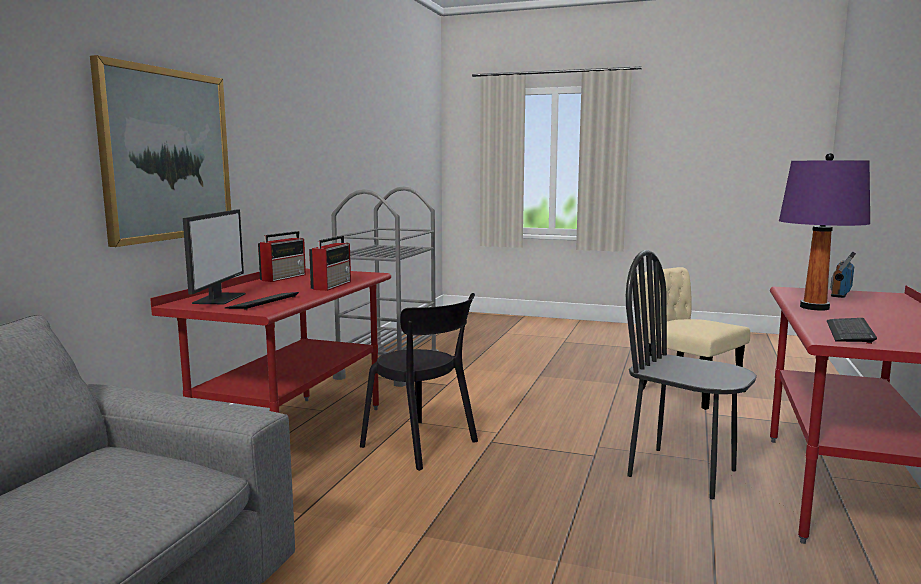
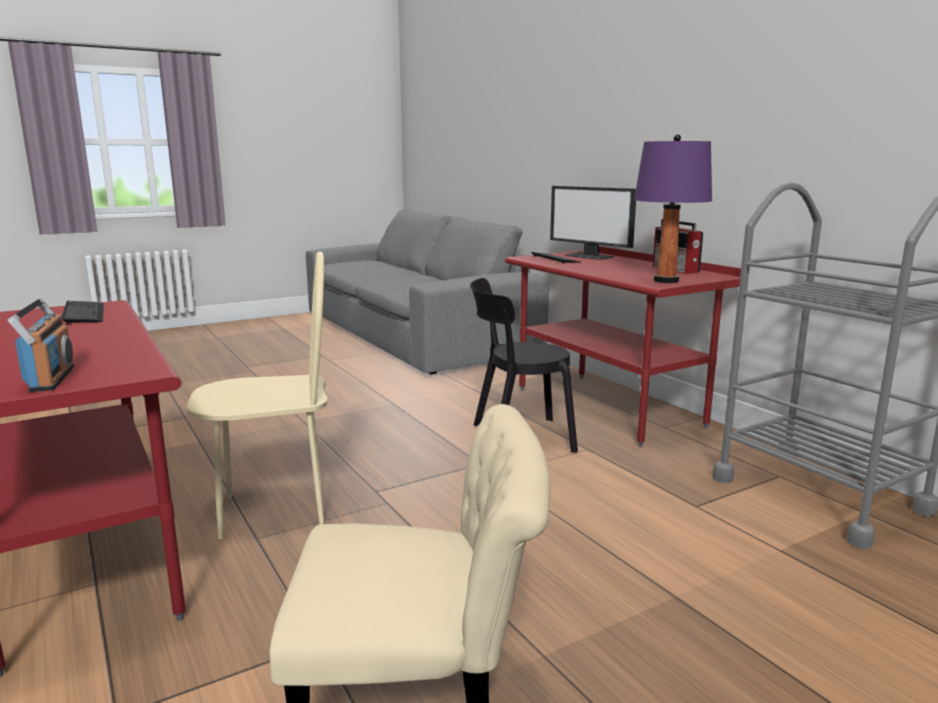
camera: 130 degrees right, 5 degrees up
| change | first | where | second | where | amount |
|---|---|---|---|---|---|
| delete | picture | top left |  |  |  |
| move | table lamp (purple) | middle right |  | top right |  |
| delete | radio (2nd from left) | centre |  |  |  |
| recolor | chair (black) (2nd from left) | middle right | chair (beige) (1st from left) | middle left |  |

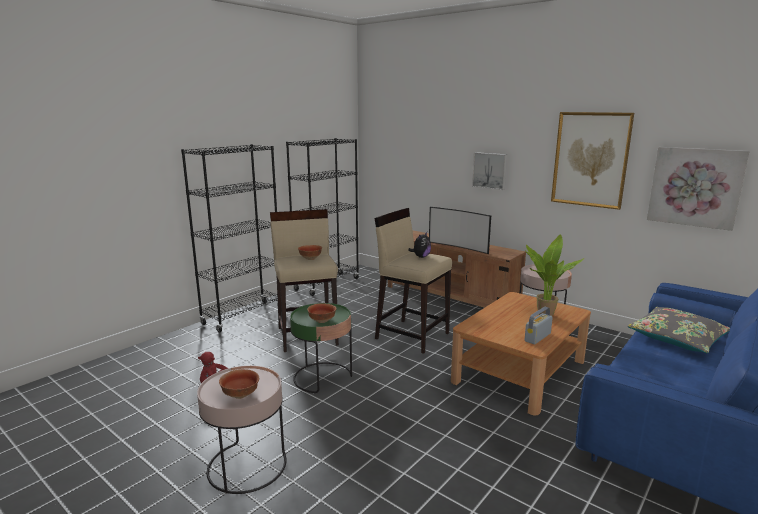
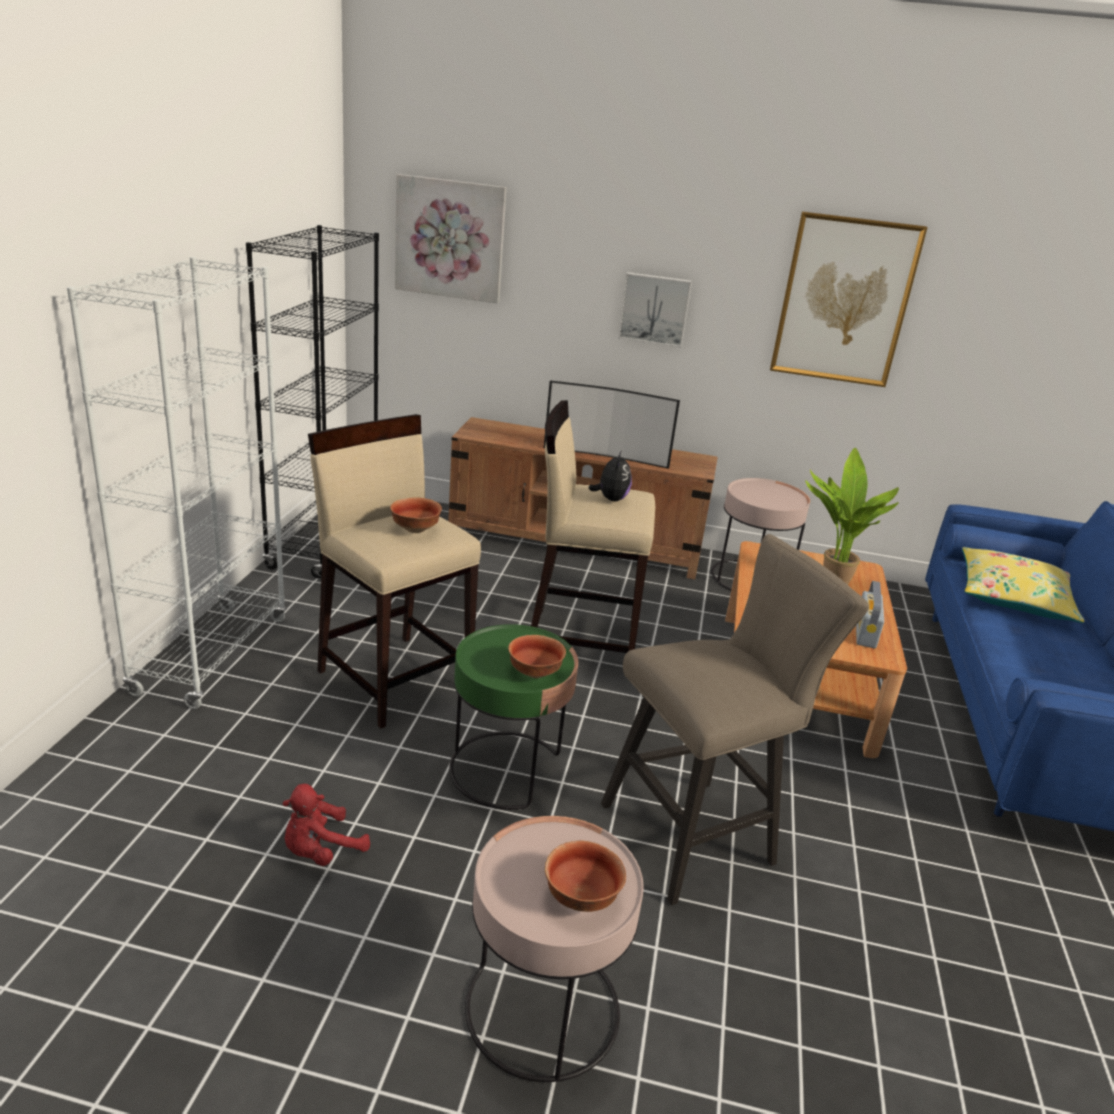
camera: 30 degrees left, 10 degrees up
| change | first | where | second | where | amount |
|---|---|---|---|---|---|
| recolor | bookcase (black) (1st from left) | middle left | bookcase (white) | middle left |  |
| move | picture (3rd from left in the first image) | middle right | picture (1st from left) | top centre |  |
| recolor | pillow (grey) | middle right | pillow (yellow) | middle right |  |
| insert |  |  | stool (beige) (3rd from left) | centre |  |

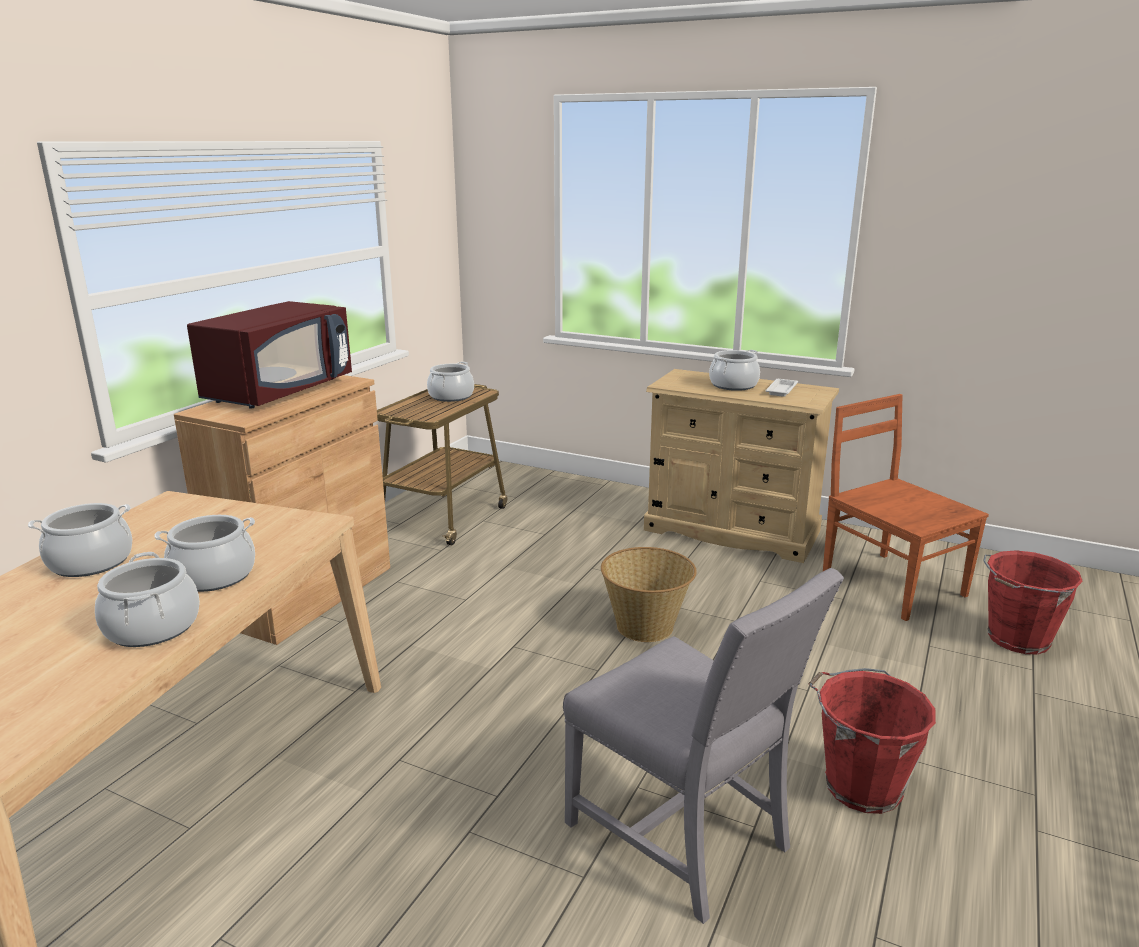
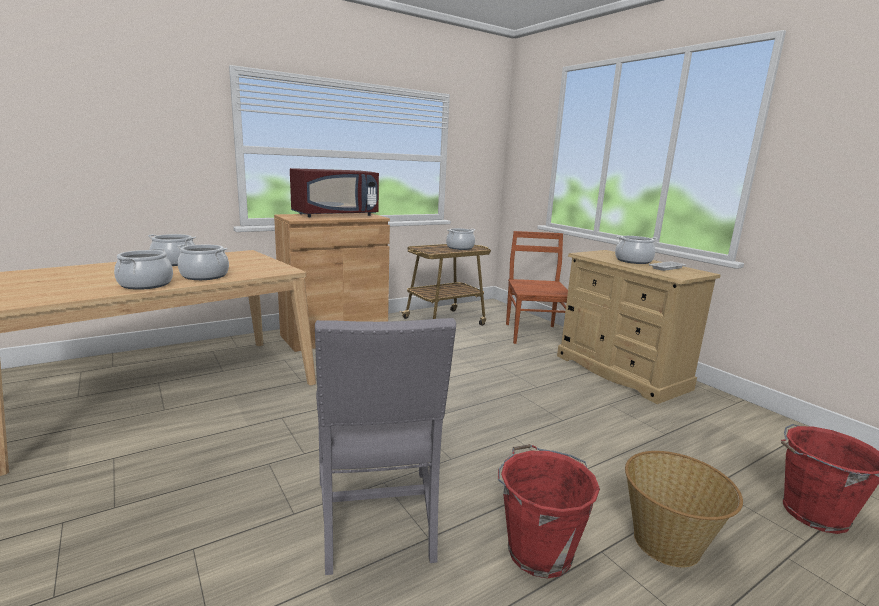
camera: 30 degrees right, 5 degrees down
| change | first | where | second | where | amount |
|---|---|---|---|---|---|
| move | chair (brown) | middle right |  | centre |  |
| move | basket | centre |  | bottom right |  |

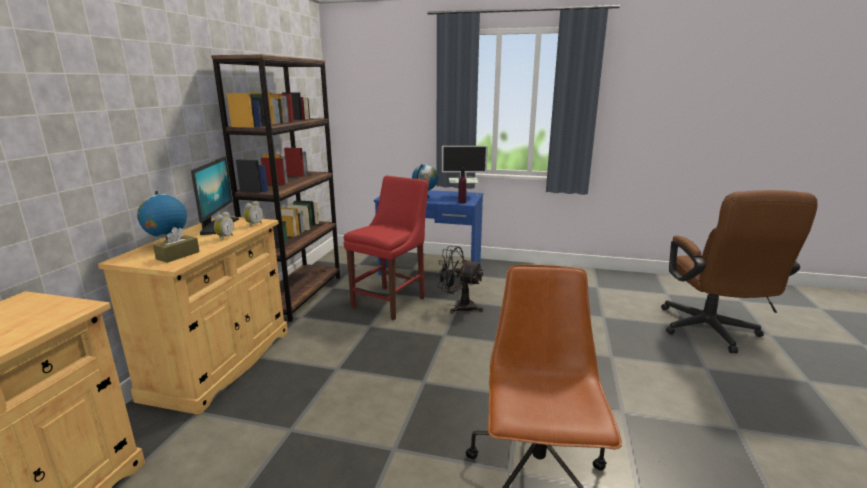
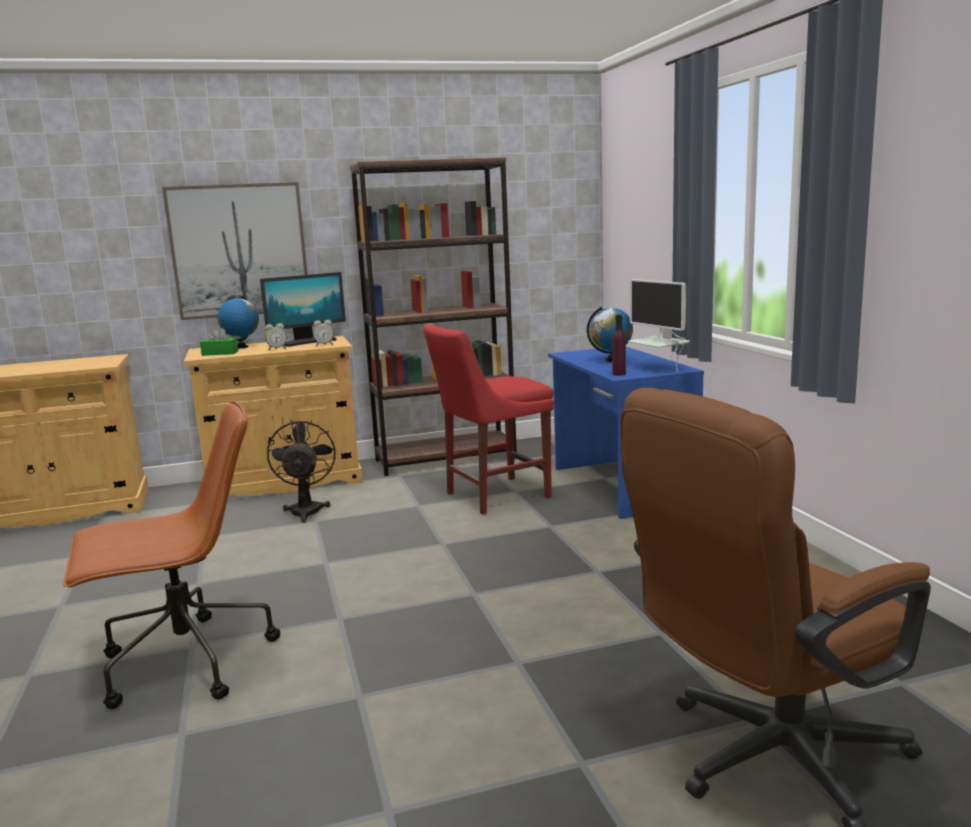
camera: 60 degrees right, 5 degrees down
| change | first | where | second | where | amount |
|---|---|---|---|---|---|
| rotate | chair (red) | centre |  | centre | 150 degrees clockwise |
| recolor | tissue box (brown) | middle left | tissue box (green) | middle left |  |
| move | fan (black) | centre |  | middle left |  |
| insert |  |  | picture | top left |  |

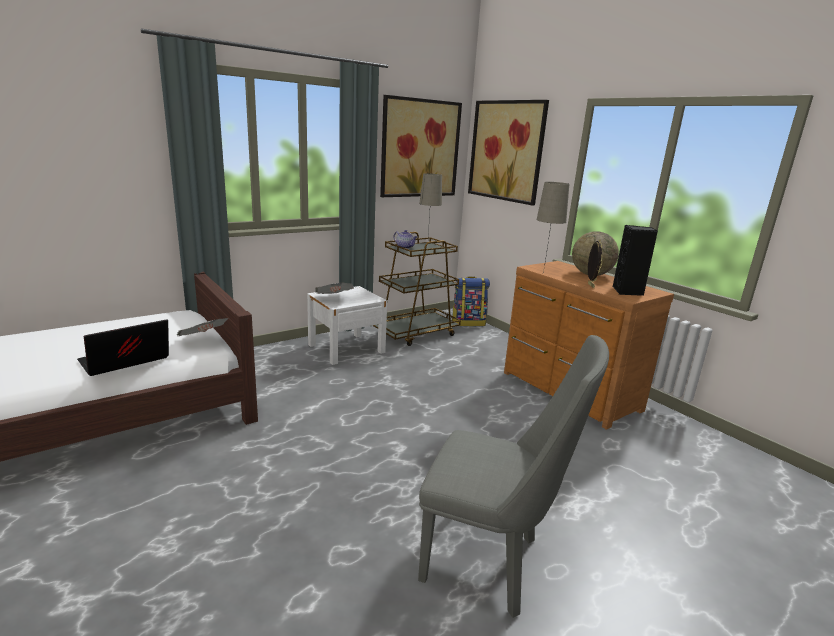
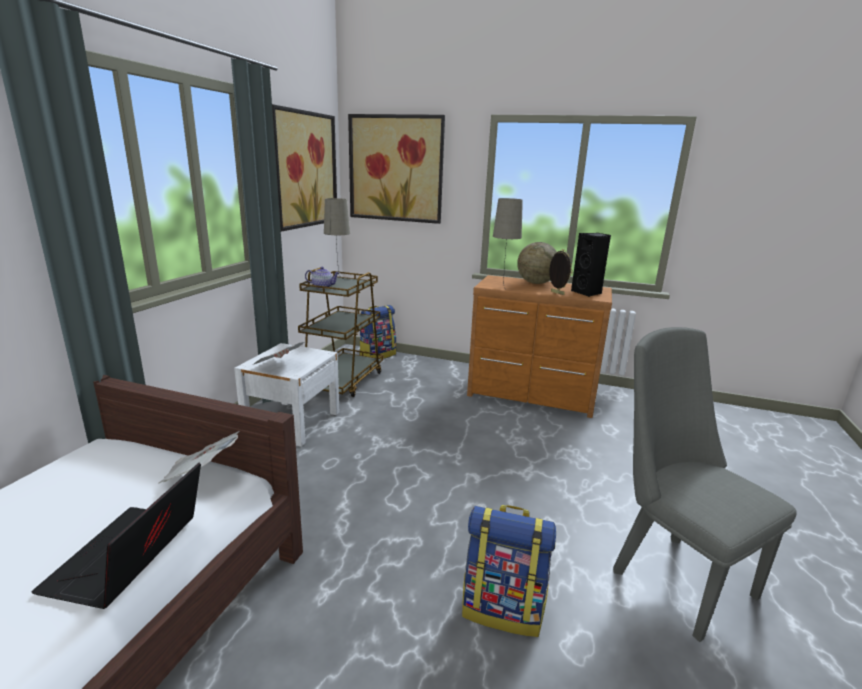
camera: 35 degrees left, 0 degrees up
| change | first | where | second | where | amount |
|---|---|---|---|---|---|
| rotate | chair (grey) | bottom centre |  | bottom right | 105 degrees counterclockwise |
| insert |  |  | backpack (2nd from left) | bottom centre |  |

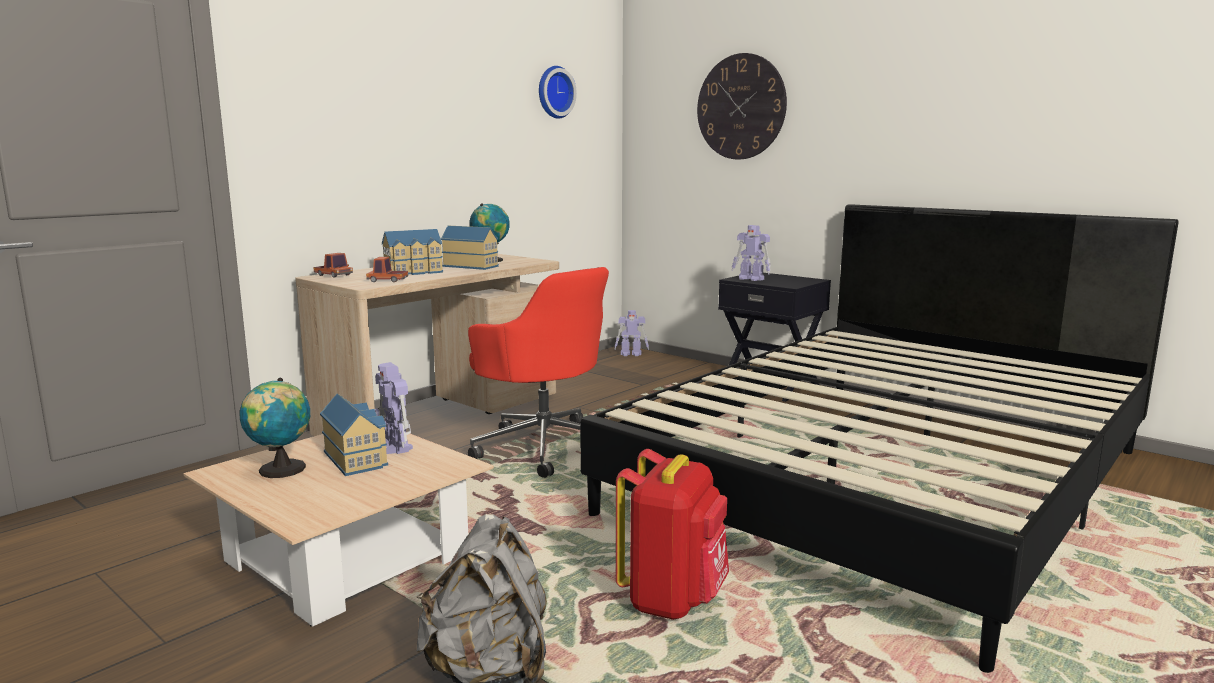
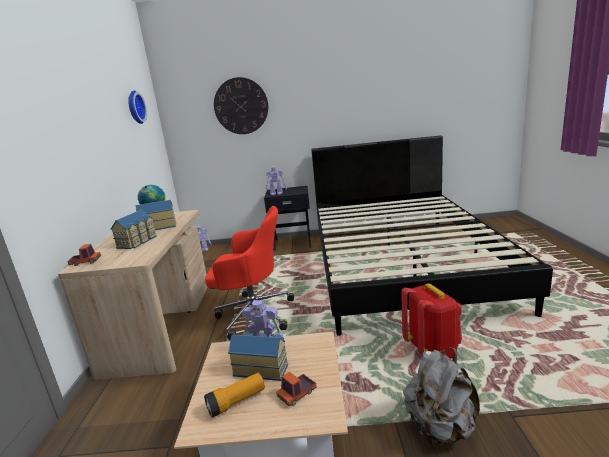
camera: 40 degrees left, 5 degrees up
| change | first | where | second | where | amount |
|---|---|---|---|---|---|
| move | toy truck (2nd from left) | middle left |  | bottom centre |  |
| replace | globe (1st from left) | middle left | flashlight | bottom centre |  |

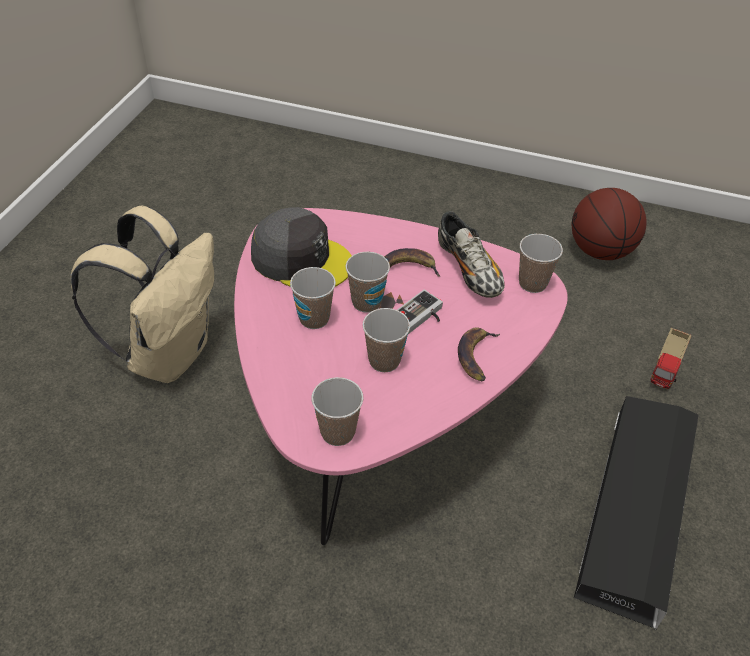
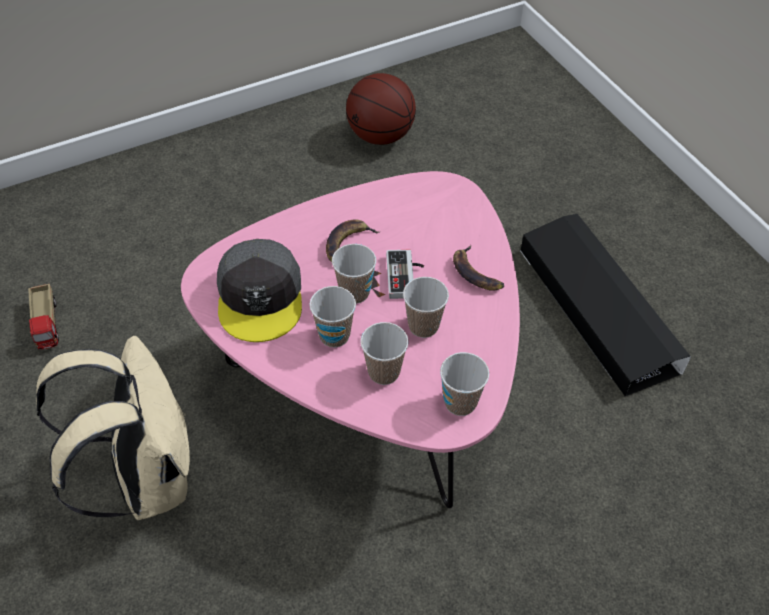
camera: 45 degrees left, 5 degrees up
| change | first | where | second | where | amount |
|---|---|---|---|---|---|
| rotate | cap (grey) | centre |  | centre | 105 degrees clockwise |
| delete | shoe | centre |  |  |  |
| move | cup (5th from left in the first image) | middle right | cup (3rd from left) | centre |  |
| move | toy truck | middle right |  | middle left |  |

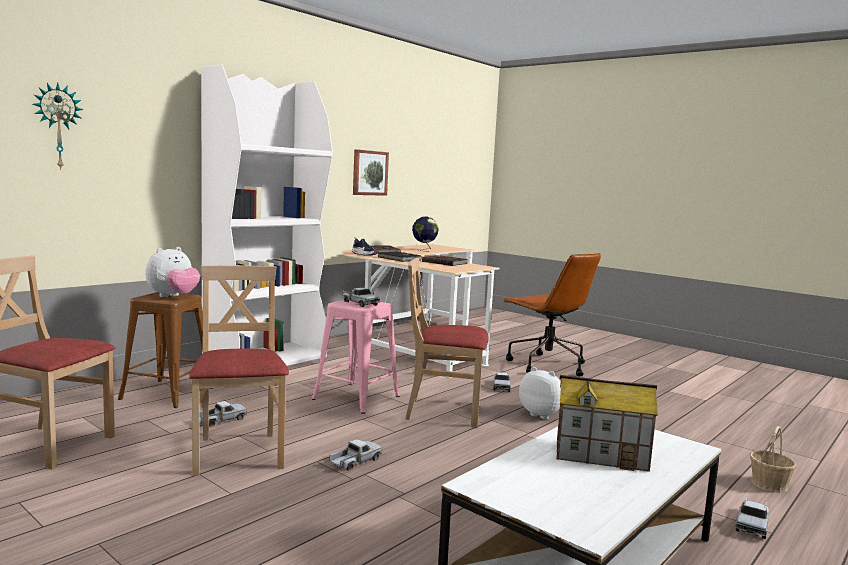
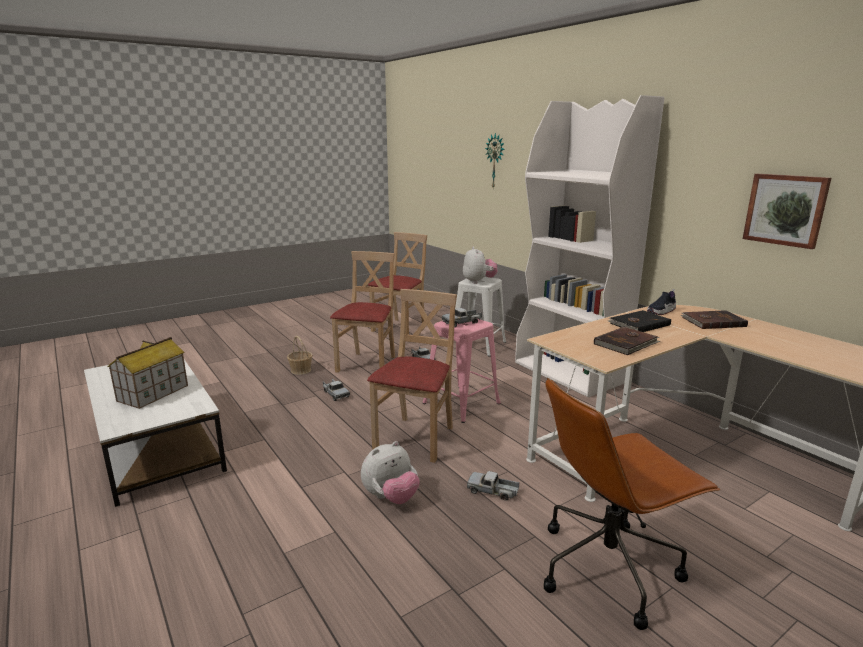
camera: 105 degrees right, 10 degrees up
| change | first | where | second | where | amount |
|---|---|---|---|---|---|
| delete | globe | centre |  |  |  |
| rotate | plush toy (1st from left in the first image) | middle left | plush toy (2nd from left) | centre | 150 degrees counterclockwise |
| rotate | chair (beige) (2nd from left in the first image) | middle left | chair (beige) (1st from left) | centre | 75 degrees counterclockwise |
| recolor | stool (brown) | middle left | stool (white) | centre |  |
| move | basket | bottom right |  | centre |  |
| delete | toy truck (5th from left) | bottom right |  |  |  |

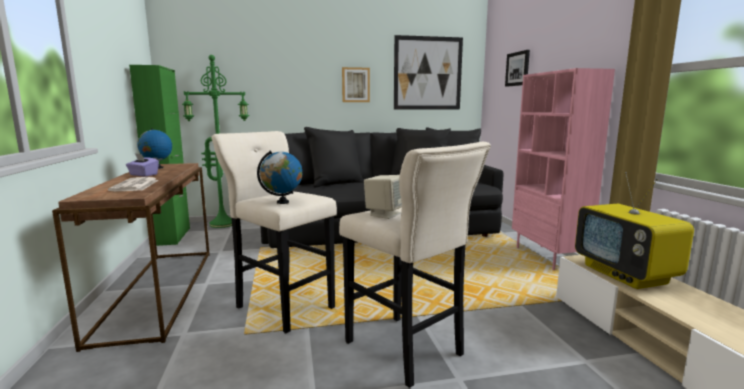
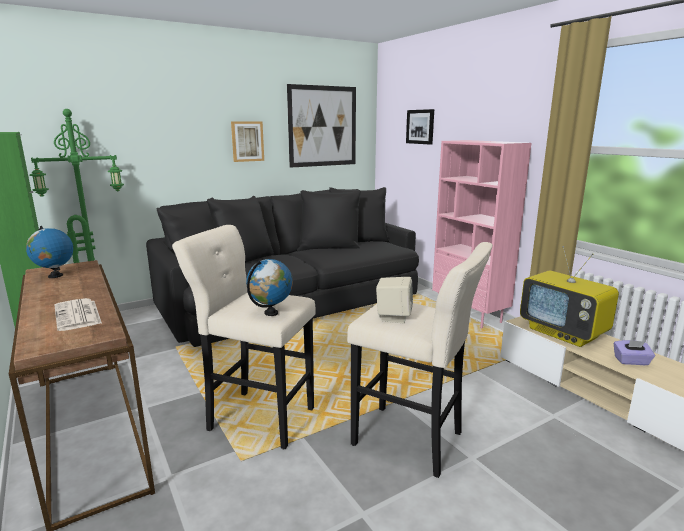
camera: 20 degrees left, 5 degrees up
| change | first | where | second | where | amount |
|---|---|---|---|---|---|
| move | tissue box (purple) | middle left |  | middle right |  |

